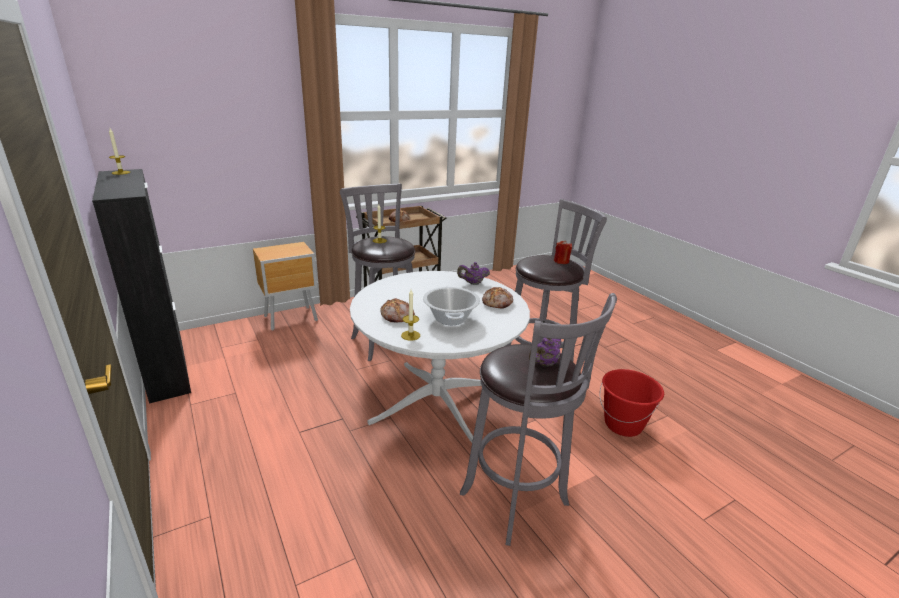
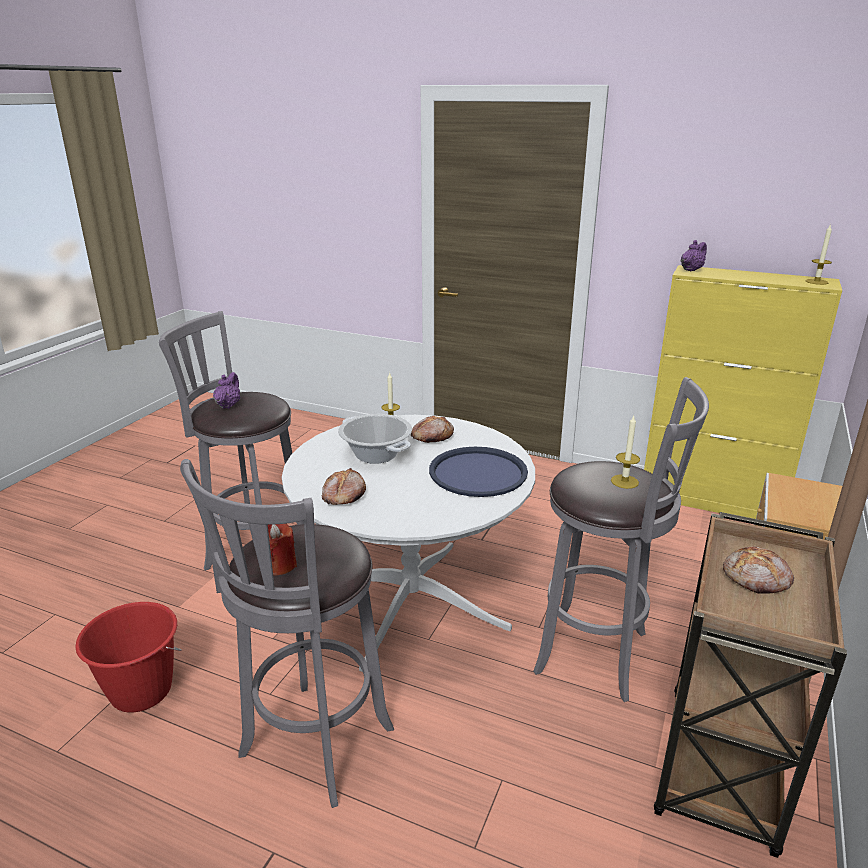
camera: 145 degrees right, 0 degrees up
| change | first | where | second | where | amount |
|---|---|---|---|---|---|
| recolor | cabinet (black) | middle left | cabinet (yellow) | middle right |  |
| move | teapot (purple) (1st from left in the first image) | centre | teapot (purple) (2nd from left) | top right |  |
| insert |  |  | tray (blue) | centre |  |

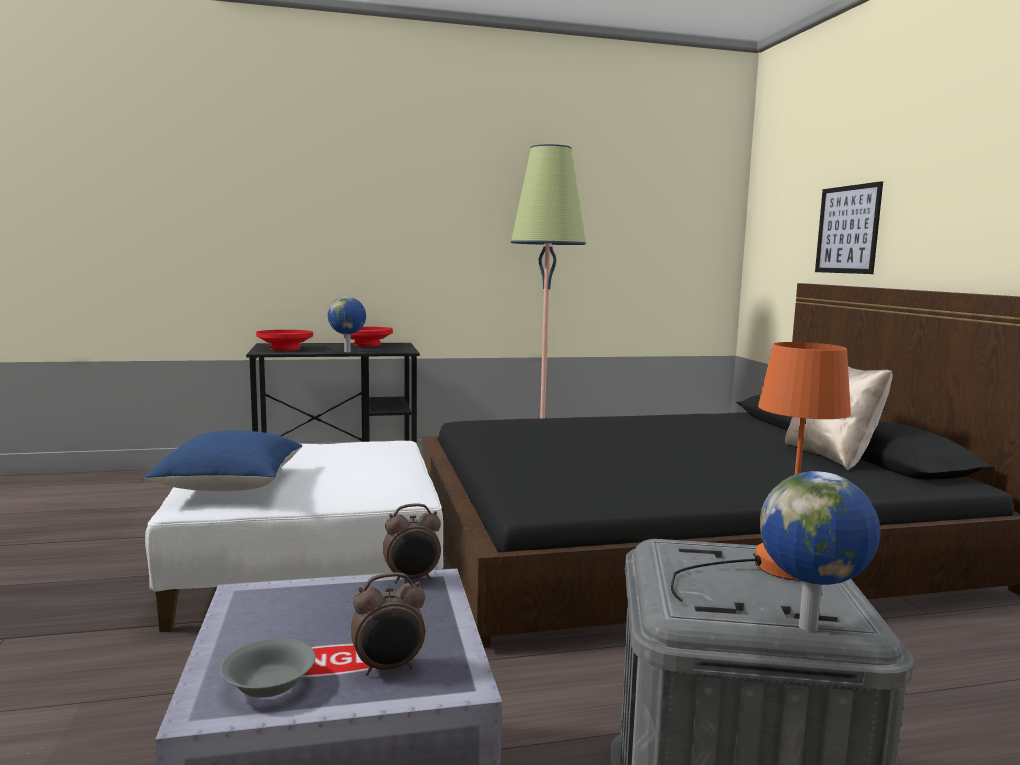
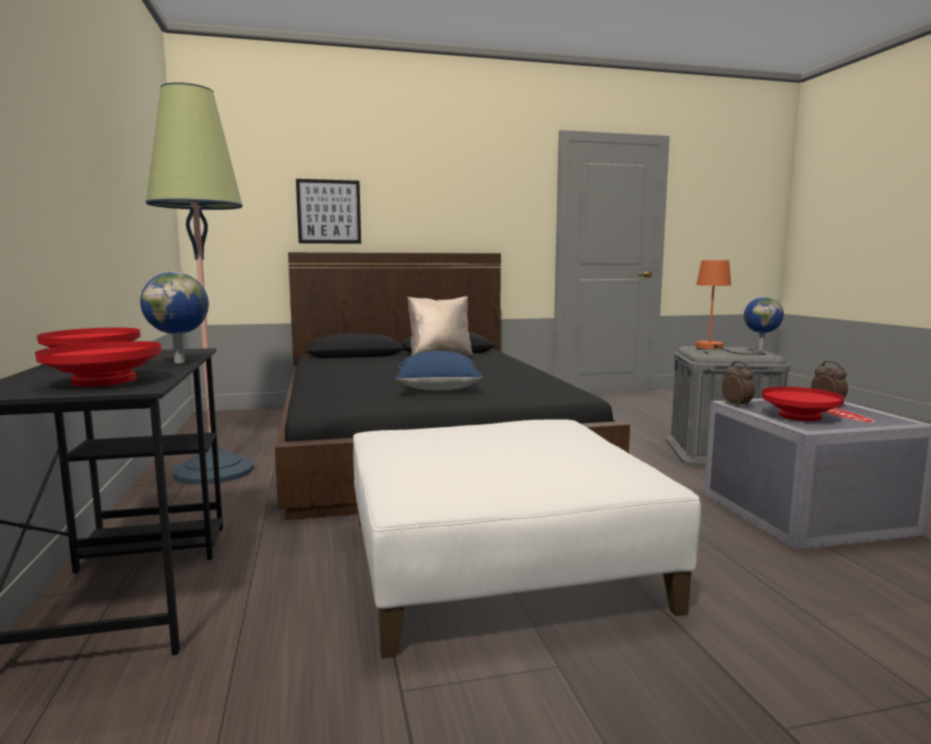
camera: 90 degrees left, 0 degrees up
| change | first | where | second | where | amount |
|---|---|---|---|---|---|
| move | pillow (blue) | middle left |  | centre |  |
| delete | bowl (grey) | bottom left |  |  |  |
| insert |  |  | bowl (red) (3rd from left) | middle right |  |

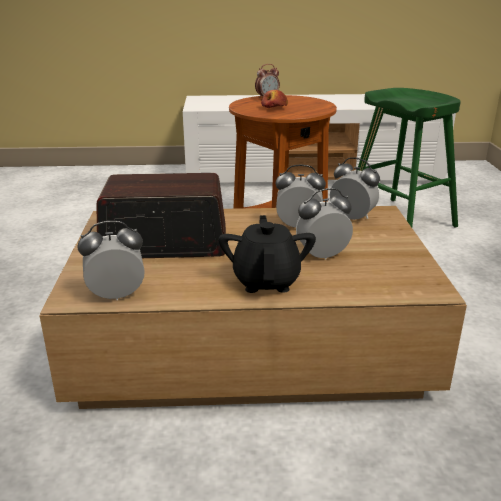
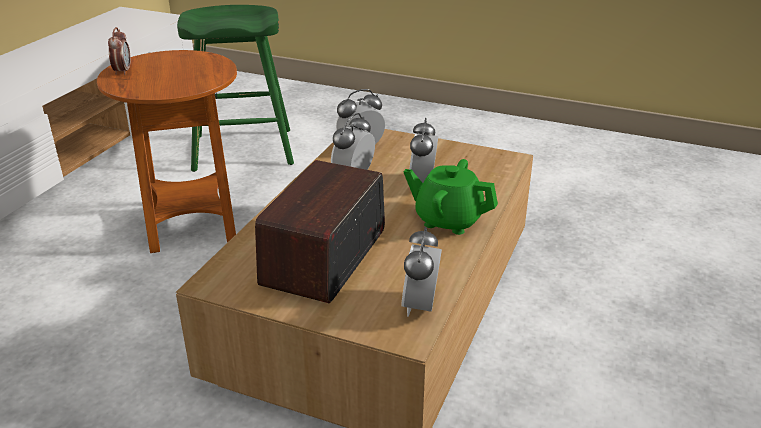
camera: 65 degrees left, 5 degrees up
| change | first | where | second | where | amount |
|---|---|---|---|---|---|
| delete | apple | top centre |  |  |  |
| recolor | teapot (black) | centre | teapot (green) | centre |  |

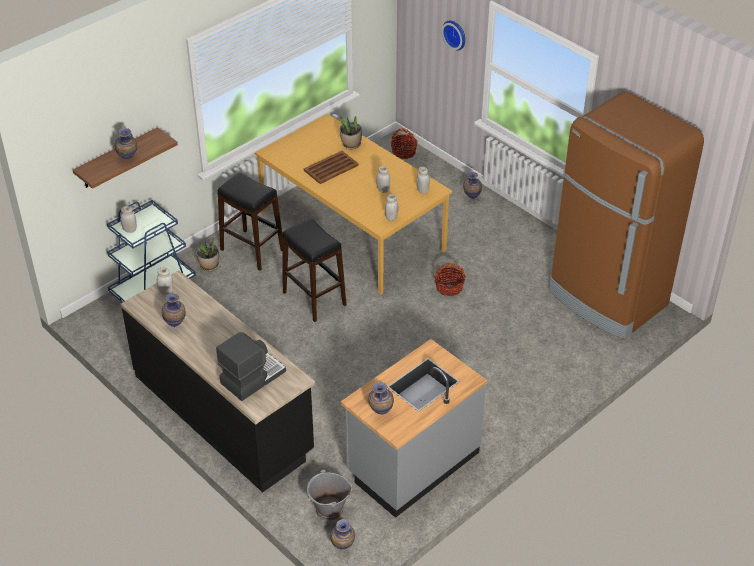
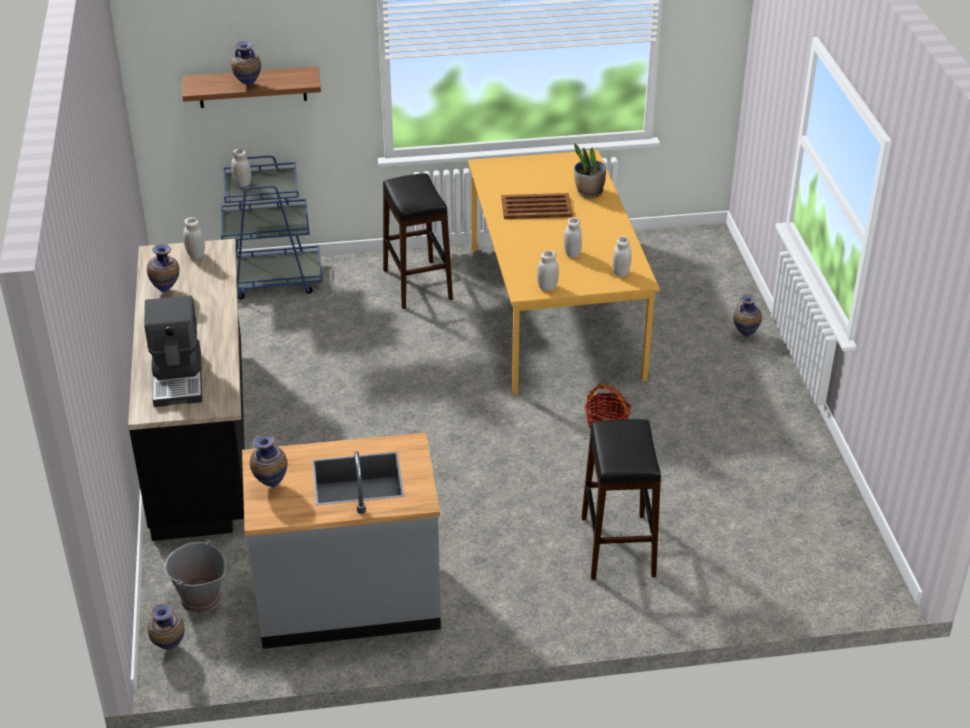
camera: 35 degrees right, 5 degrees down
| change | first | where | second | where | amount |
|---|---|---|---|---|---|
| delete | wall clock | top centre |  |  |  |
| delete | fridge (brown) | middle right |  |  |  |
| delete | basket (1st from left) | top centre |  |  |  |
| move | stool (black) (2nd from left) | centre |  | bottom centre |  |
| delete | potted plant (1st from left) | middle left |  |  |  |
| rotate | coffee machine | middle left |  | middle left | 90 degrees clockwise |

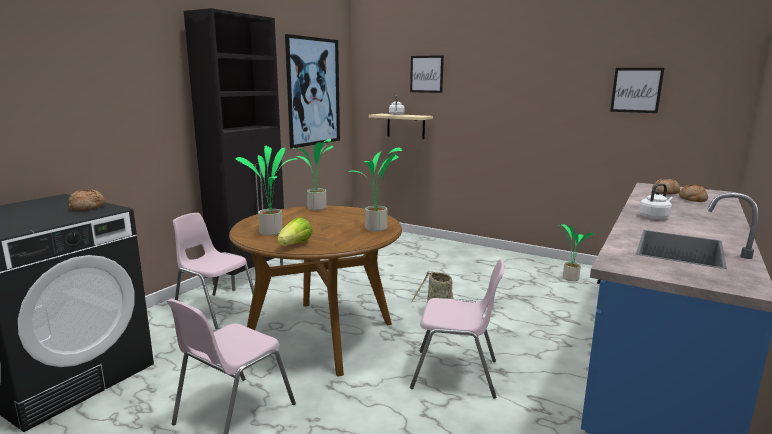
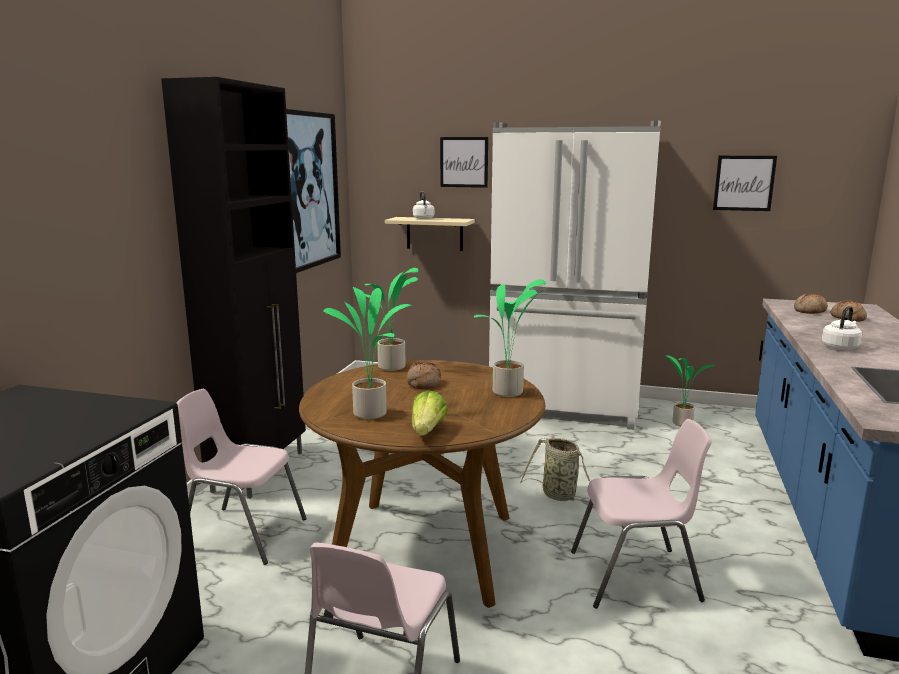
camera: 15 degrees left, 0 degrees up
| change | first | where | second | where | amount |
|---|---|---|---|---|---|
| move | bread (1st from left) | middle left |  | centre |  |
| insert |  |  | fridge (white) | centre |  |

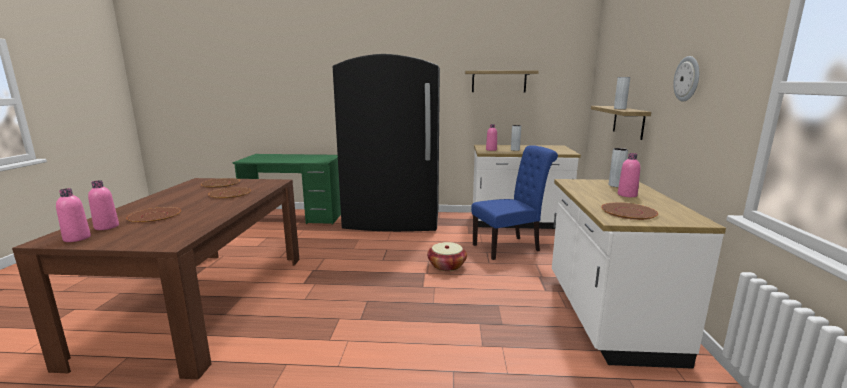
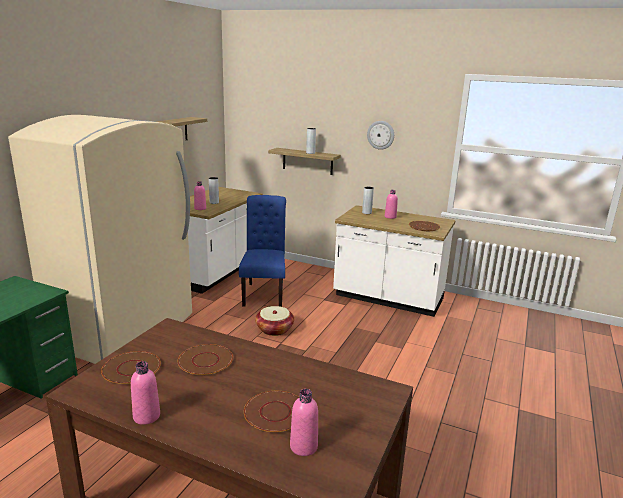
camera: 70 degrees left, 5 degrees up
| change | first | where | second | where | amount |
|---|---|---|---|---|---|
| recolor | fridge (black) | centre | fridge (beige) | middle left |  |
| move | bottle (pink) (1st from left) | middle left |  | bottom left |  |

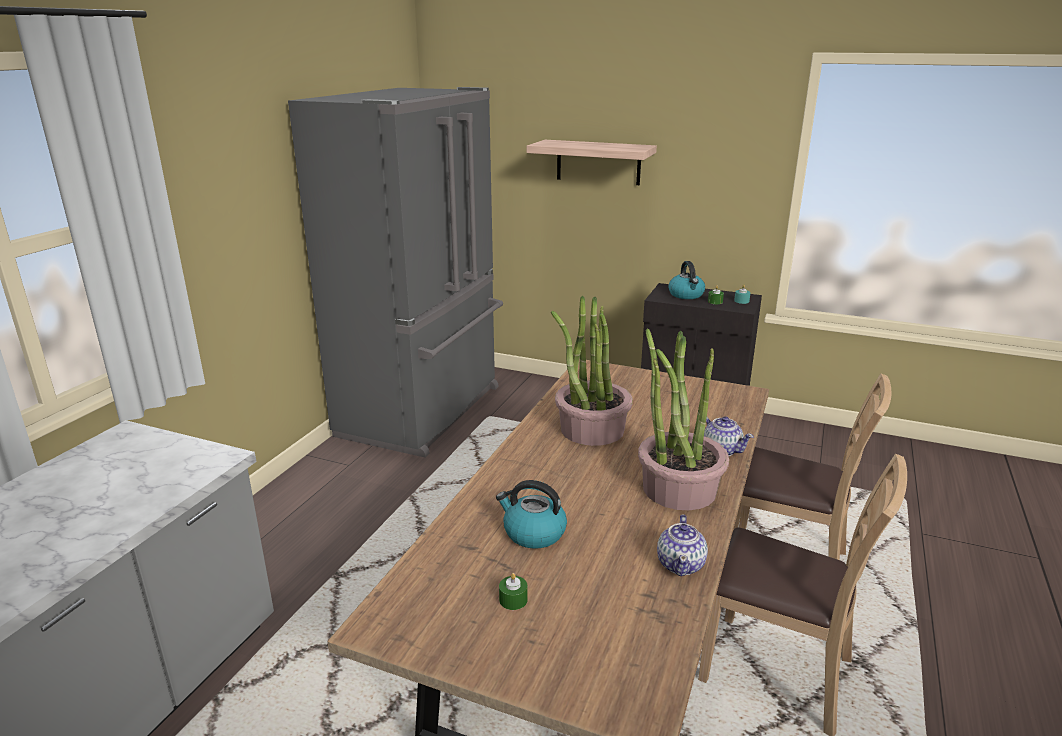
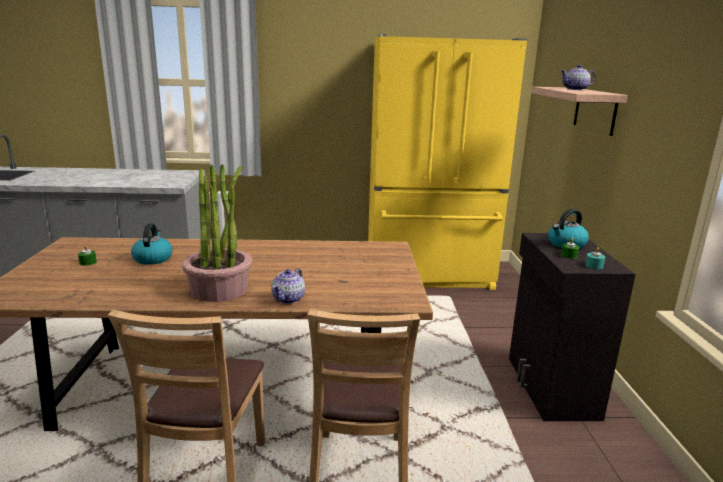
camera: 65 degrees right, 5 degrees down
| change | first | where | second | where | amount |
|---|---|---|---|---|---|
| recolor | fridge (grey) | centre | fridge (yellow) | centre |  |
| delete | potted plant (1st from left) | centre |  |  |  |
| move | teapot (1st from left in the first image) | bottom centre | teapot (2nd from left) | top right |  |

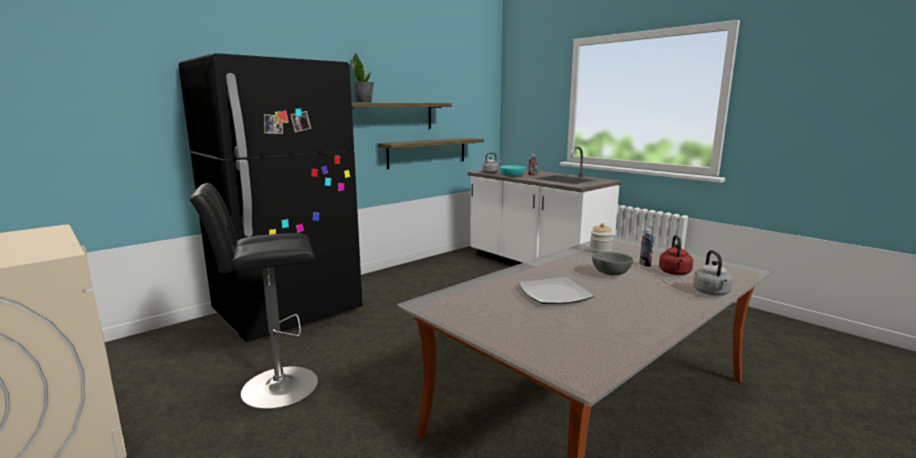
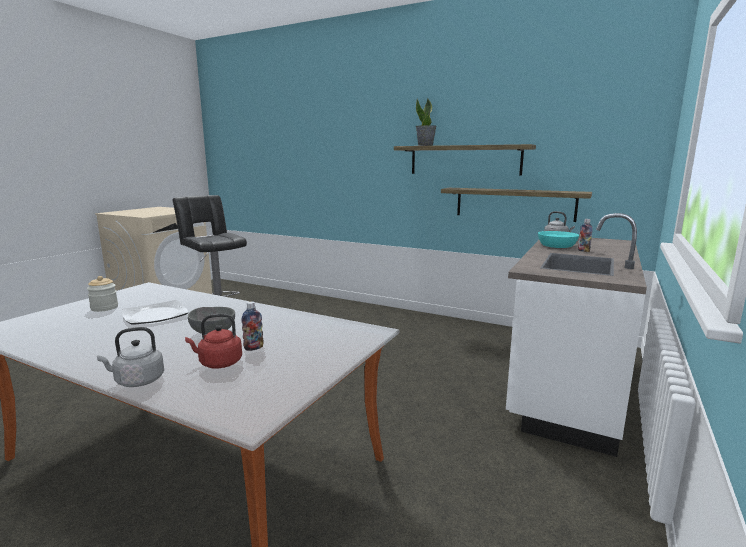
camera: 70 degrees right, 0 degrees up
| change | first | where | second | where | amount |
|---|---|---|---|---|---|
| delete | fridge (black) | middle left |  |  |  |
| move | jar | centre |  | middle left |  |

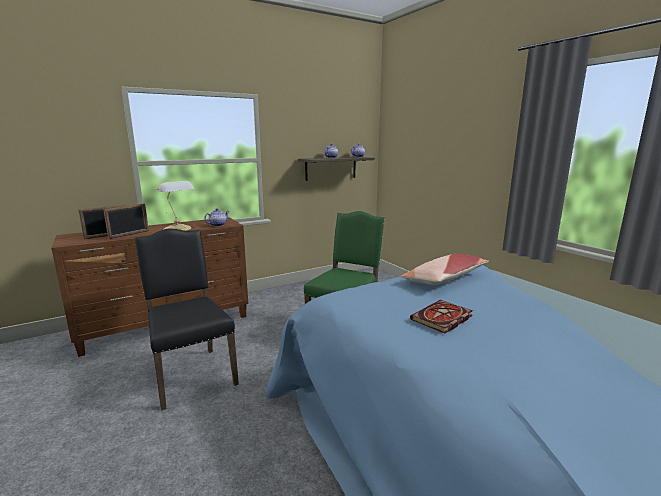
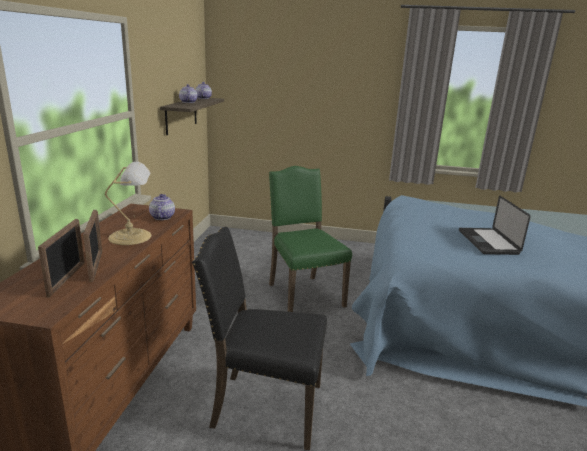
camera: 50 degrees left, 5 degrees up
| change | first | where | second | where | amount |
|---|---|---|---|---|---|
| delete | pillow | middle right |  |  |  |
| replace | book | middle right | laptop | middle right |  |

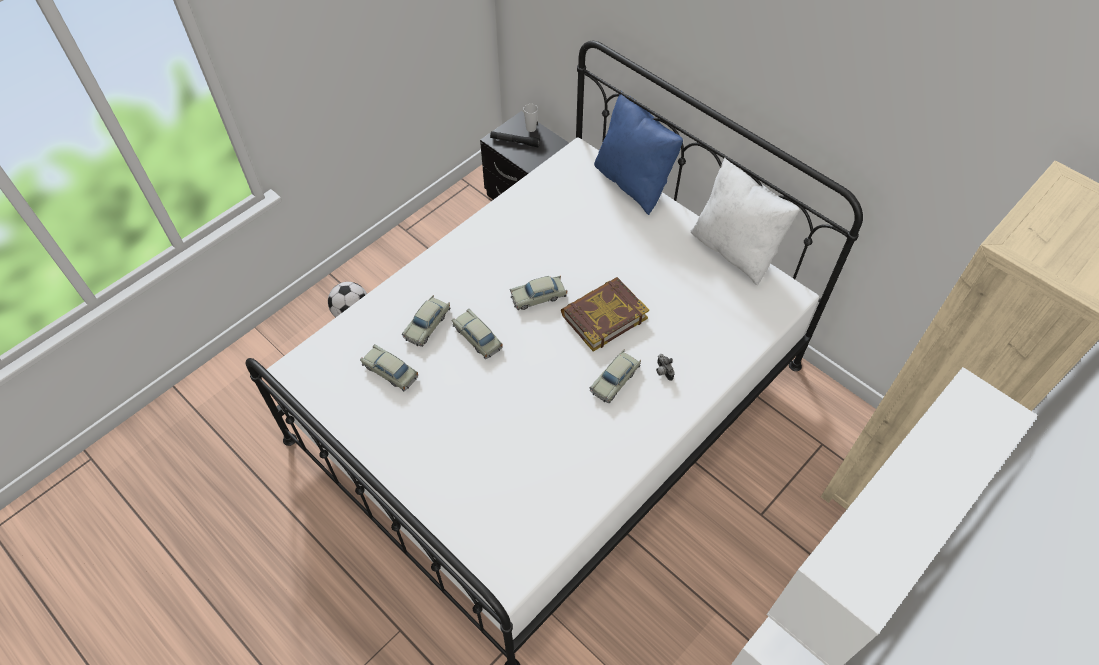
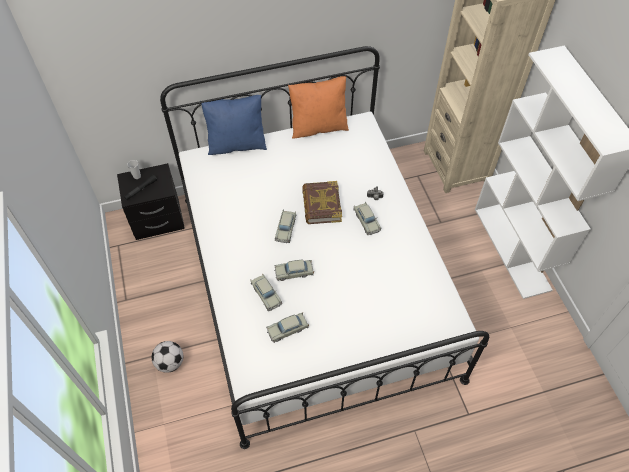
camera: 60 degrees left, 0 degrees up
| change | first | where | second | where | amount |
|---|---|---|---|---|---|
| recolor | pillow (white) | top right | pillow (orange) | top centre |  |

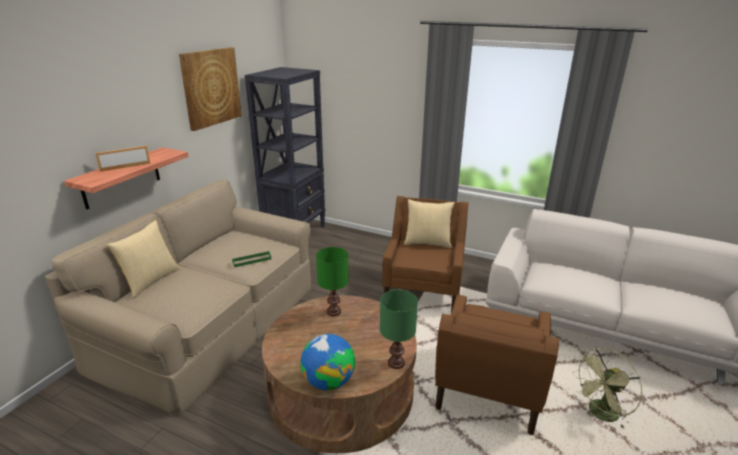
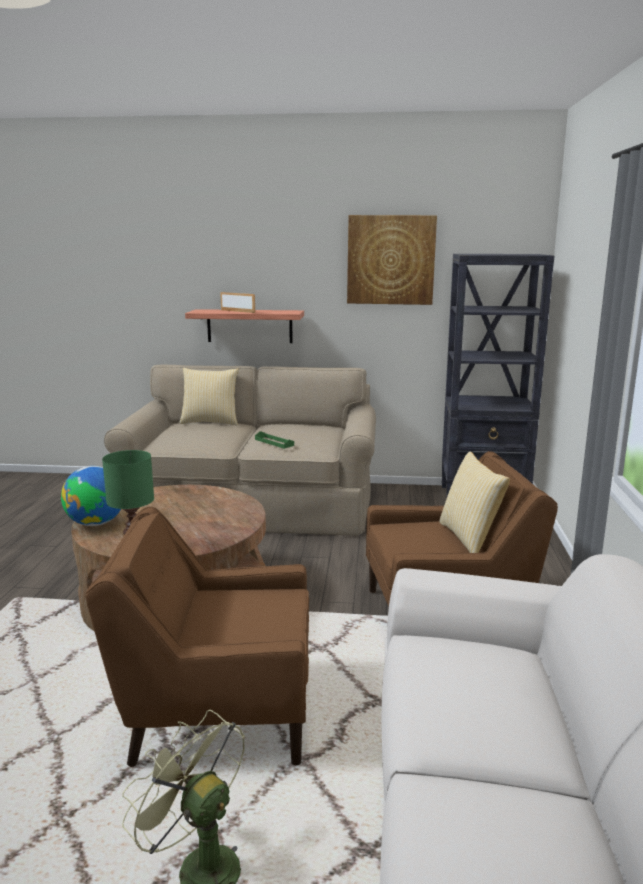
camera: 70 degrees right, 10 degrees down
| change | first | where | second | where | amount |
|---|---|---|---|---|---|
| delete | table lamp (green) (1st from left) | centre |  |  |  |

